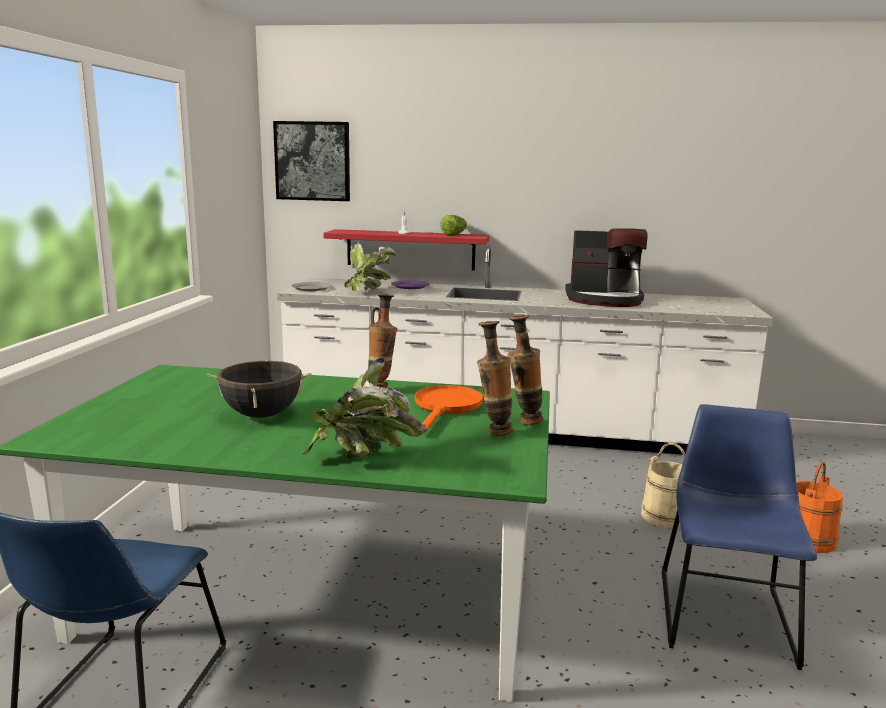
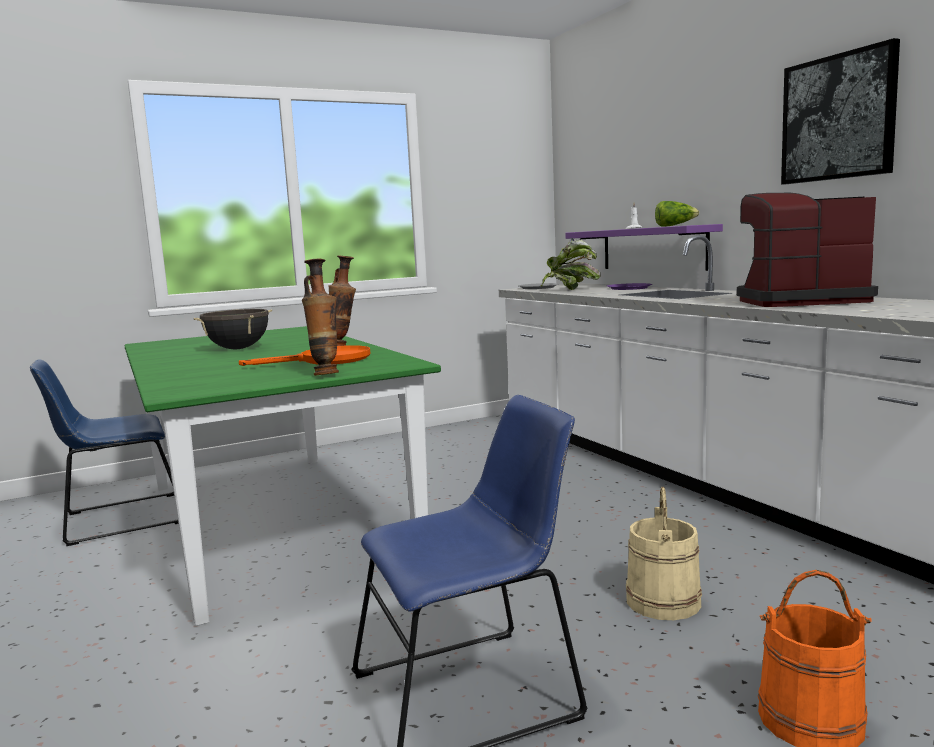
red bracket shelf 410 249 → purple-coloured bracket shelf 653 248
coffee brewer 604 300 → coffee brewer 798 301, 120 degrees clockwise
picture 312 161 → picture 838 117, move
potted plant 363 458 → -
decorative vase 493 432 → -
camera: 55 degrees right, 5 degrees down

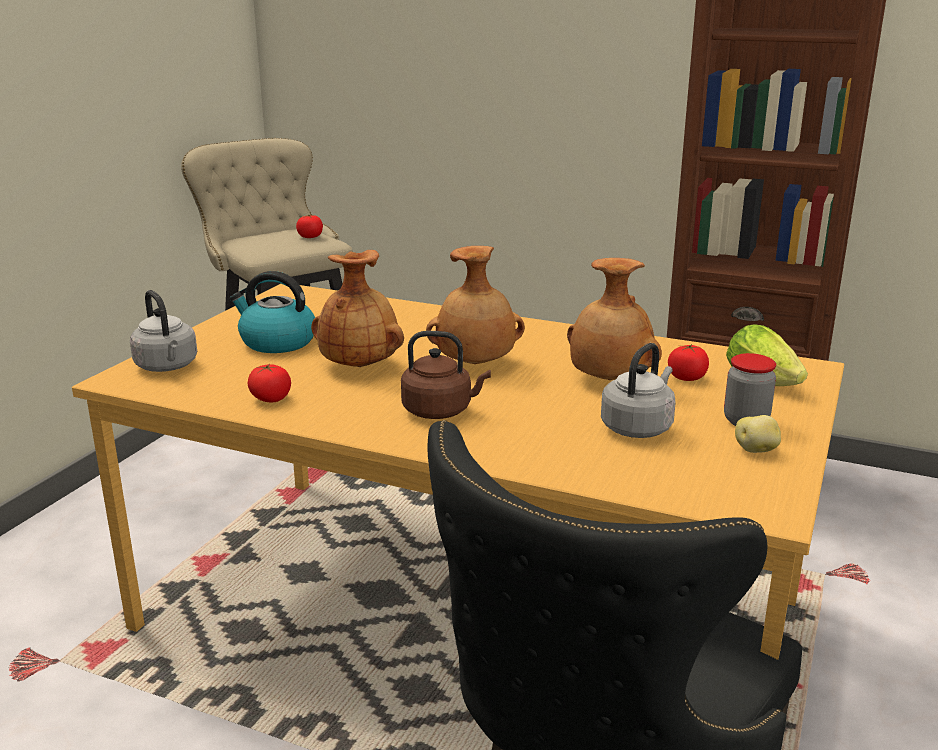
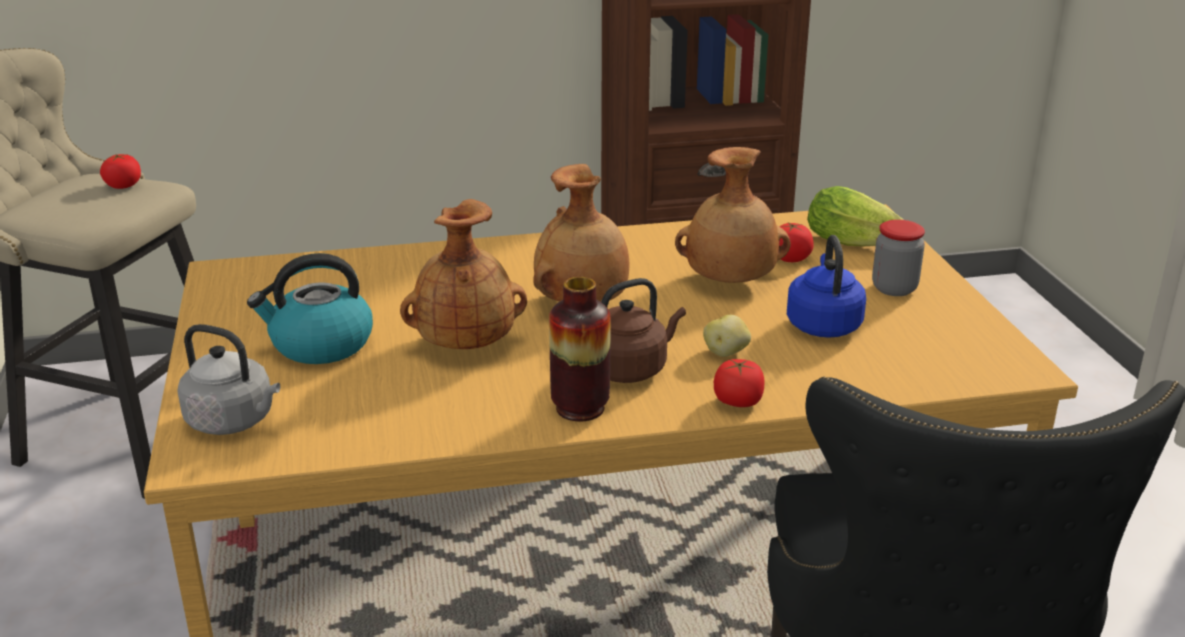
- → decorative vase 580 408
whole potato 756 450 → whole potato 726 352, move
fresh tomato 270 399 → fresh tomato 737 402, move
gray tea kettle 638 427 → blue tea kettle 823 324
camera: 35 degrees left, 5 degrees up

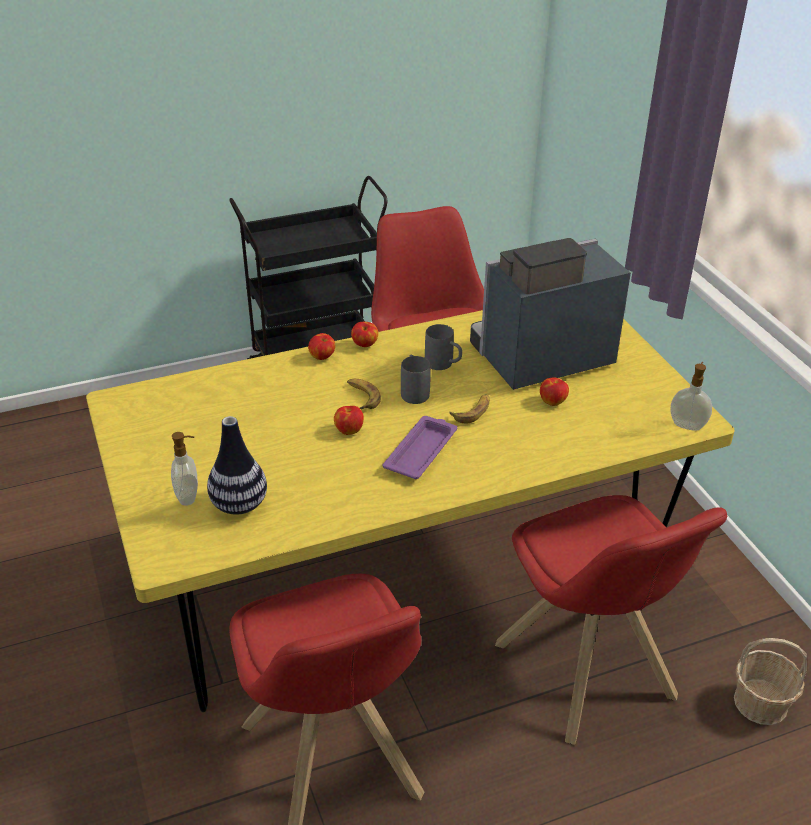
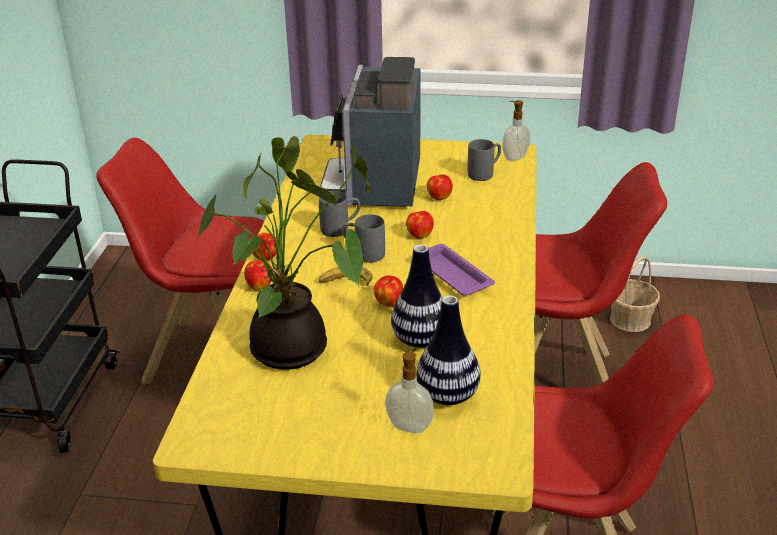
- → potted plant 295 351
- → decorative vase 420 340
banana fruit 472 412 → whole apple 419 235
- → gray tea mug 485 173
camera: 60 degrees left, 5 degrees down

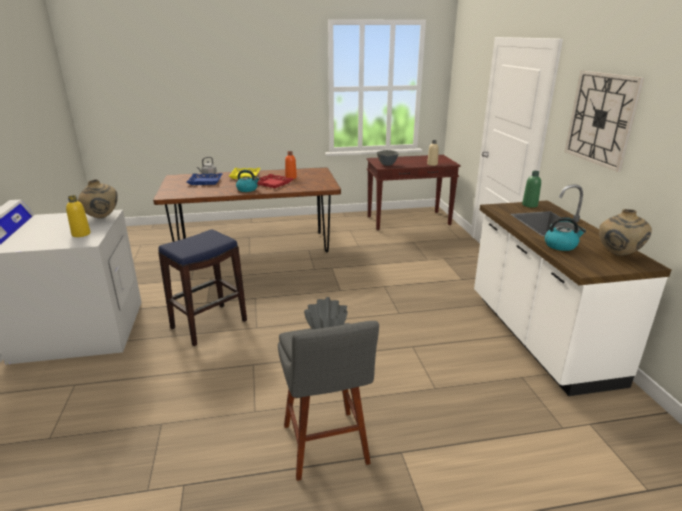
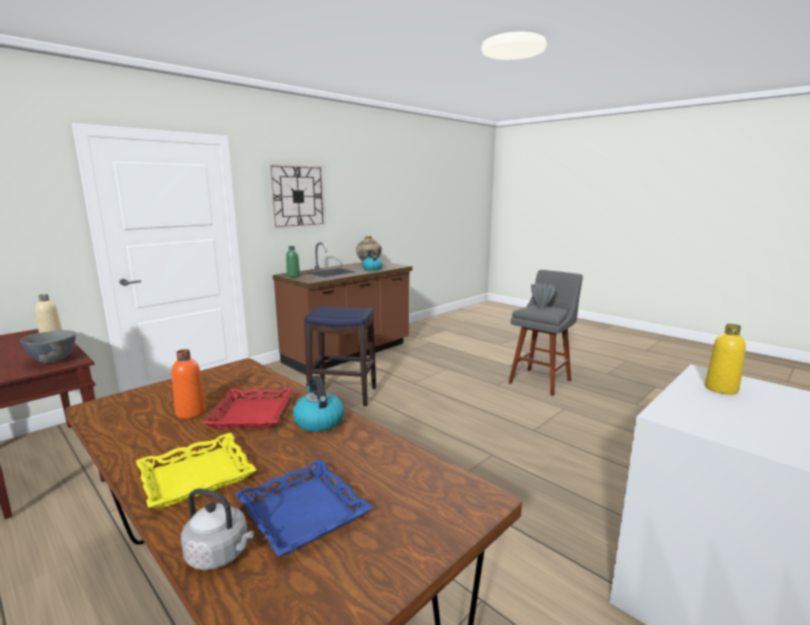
white-coloured counter 538 337 → brownish counter 349 353
stool 209 324 → stool 342 395, move
beige decorative vase 102 218 → -
camera: 125 degrees left, 10 degrees down

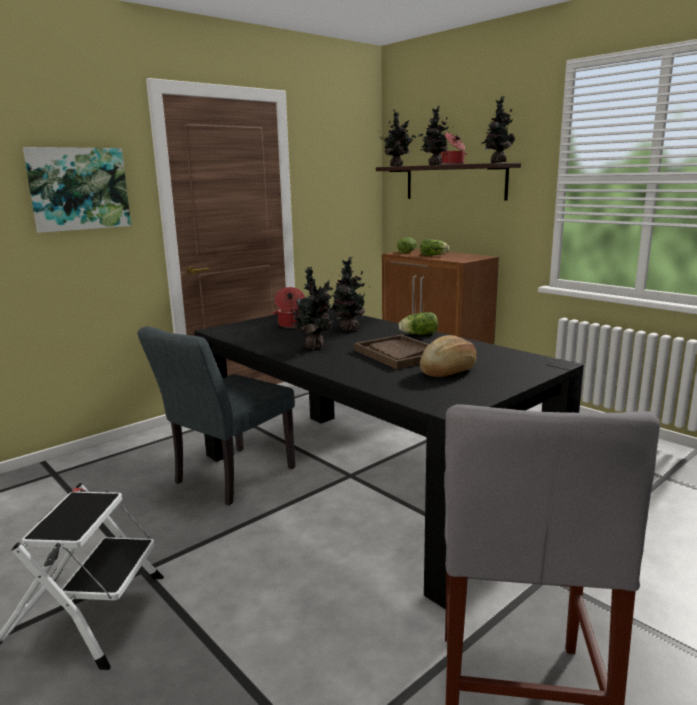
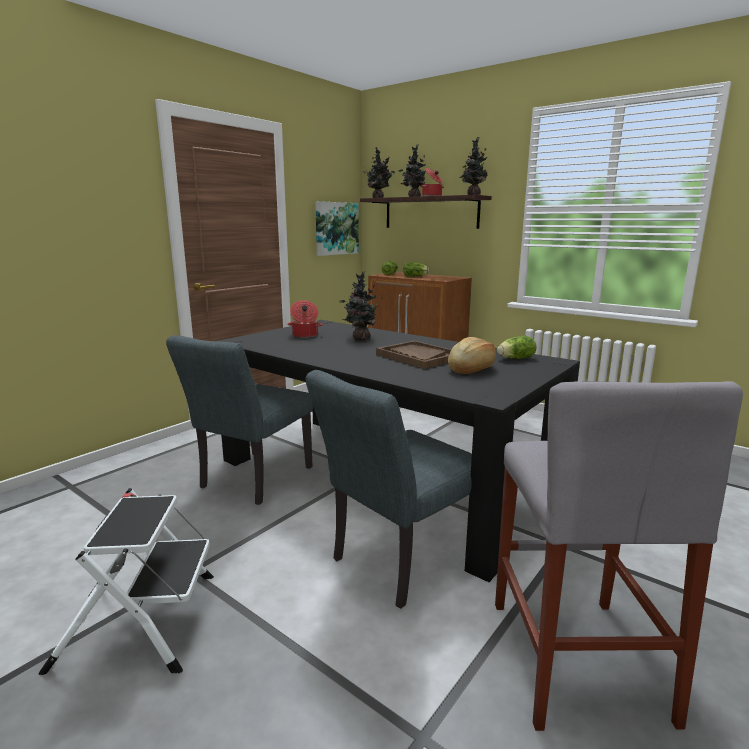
- → gray chair 397 562
picture 79 189 → picture 336 228, move
lettuce head 417 334 → lettuce head 514 358, move
potted plant 314 346 → -
camera: 10 degrees left, 0 degrees up

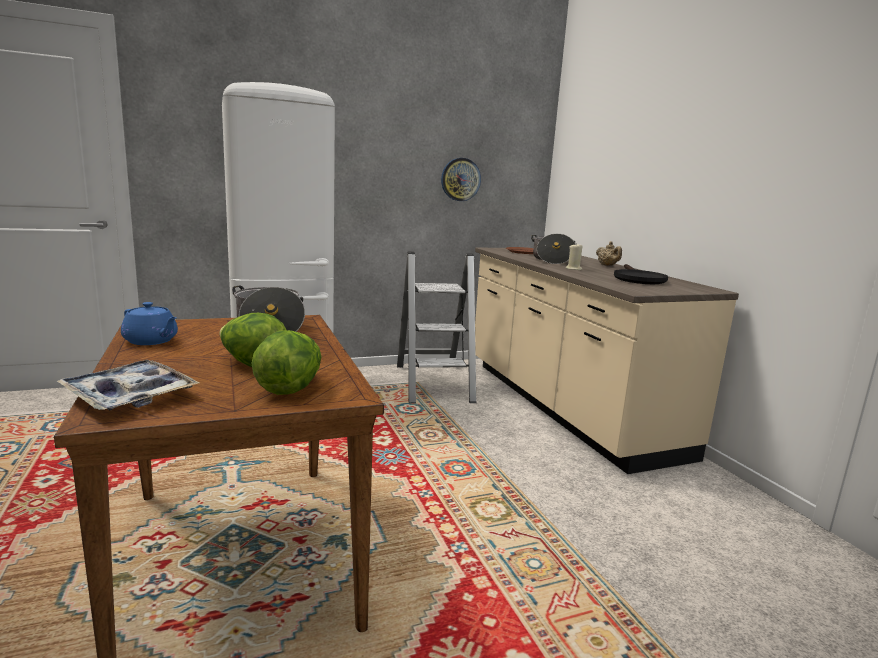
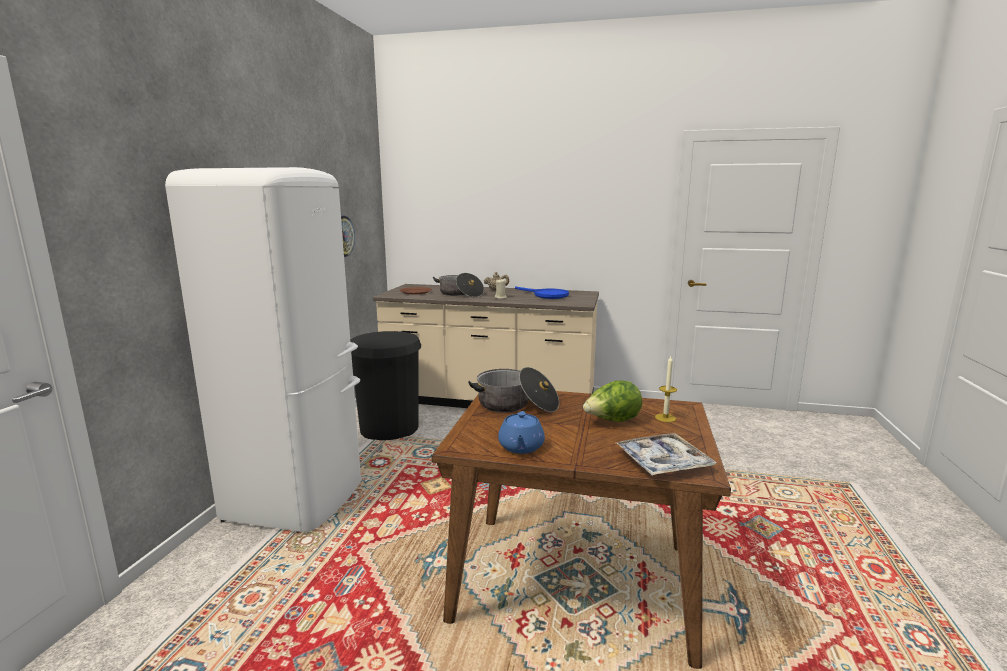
gray stepladder 433 382 → blackish rubbish bin 389 428
blue tea pot 151 341 → blue tea pot 521 447, 120 degrees clockwise
blackish skillet 637 279 → blue skillet 546 295
lettuce head 290 387 → wax candle 665 418
camera: 55 degrees left, 0 degrees up

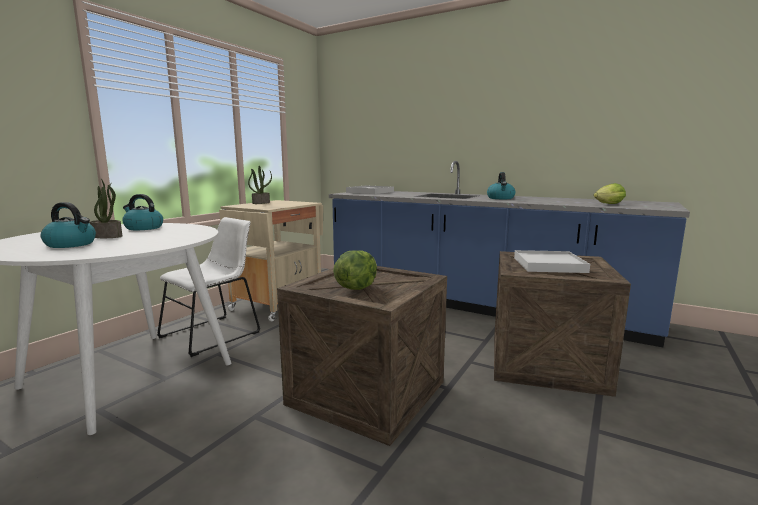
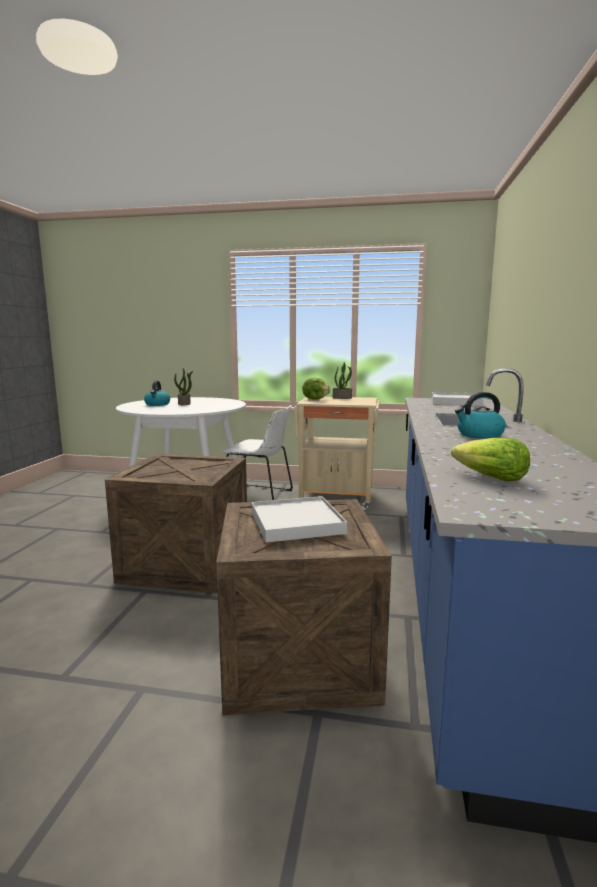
lettuce head 356 288 → lettuce head 315 399, move
tea kettle 143 228 → -
camera: 70 degrees right, 0 degrees up

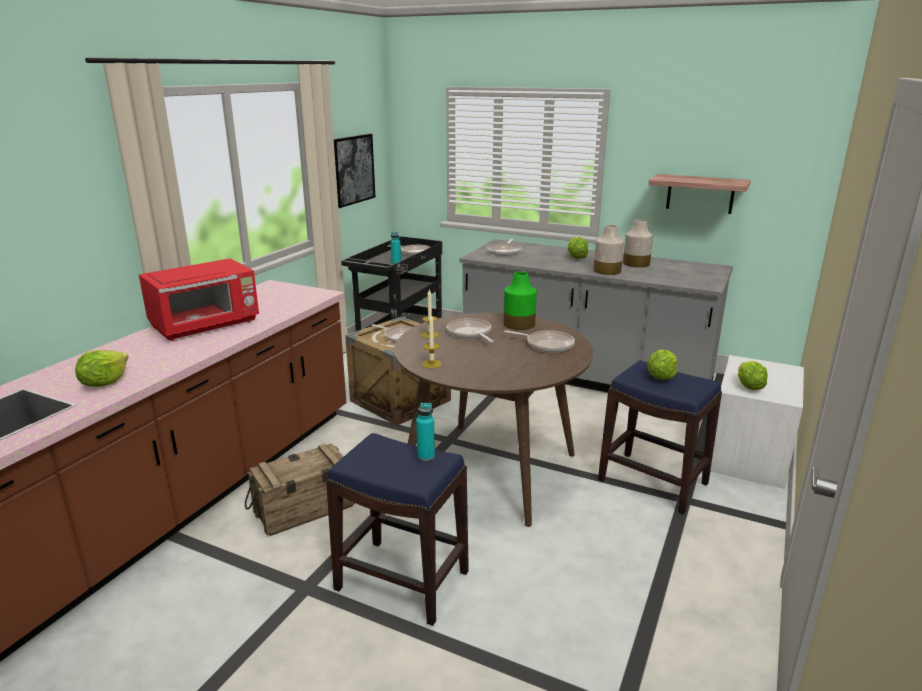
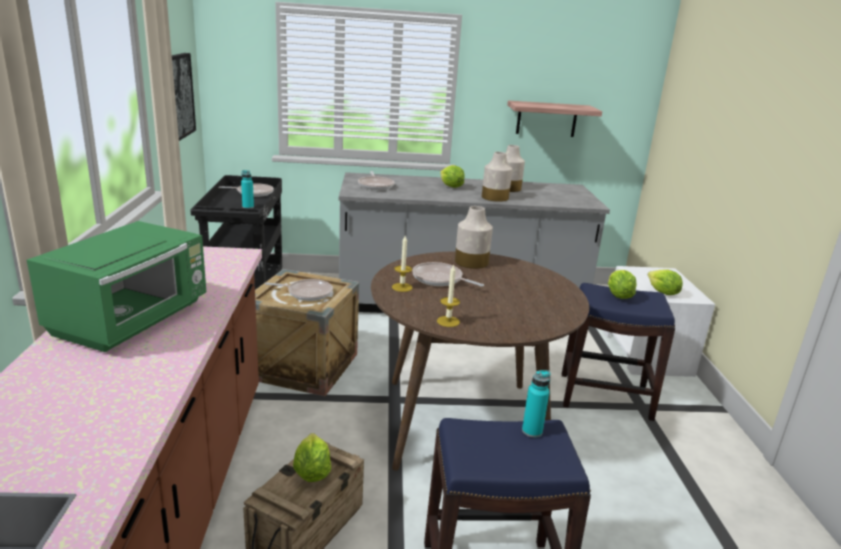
red kitchen microwave 206 325 → greenish kitchen microwave 133 320
lettuce head 104 383 → lettuce head 312 472, move
greenish decorative vase 519 324 → beige decorative vase 472 262
skillet 547 345 → -
camera: 30 degrees left, 0 degrees up

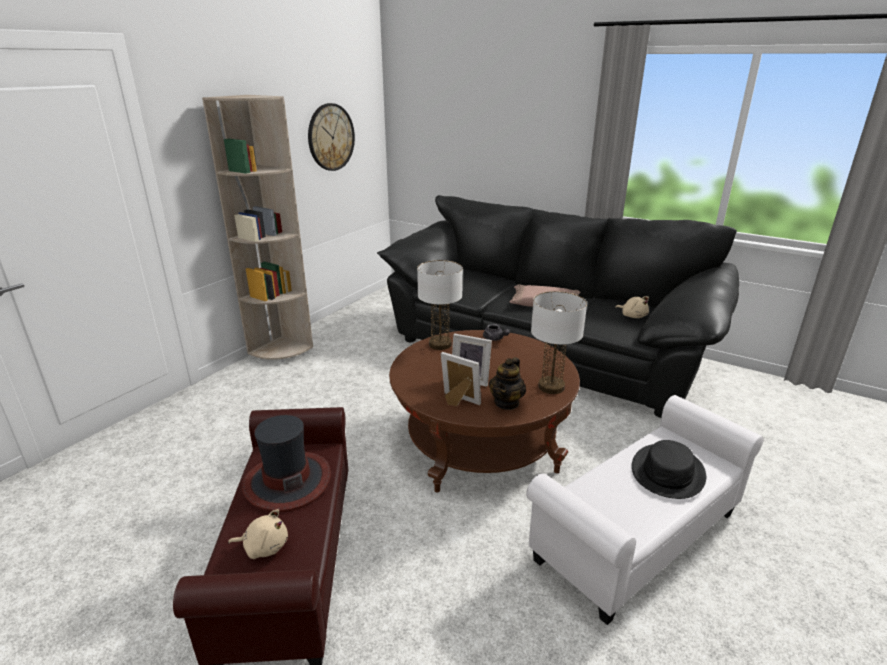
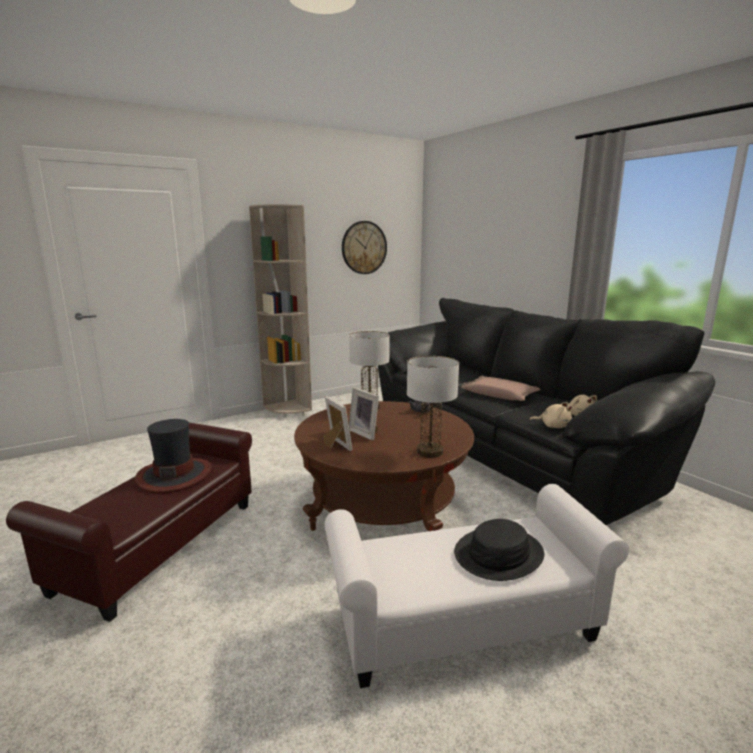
beige plush toy 264 546 → beige plush toy 553 426, move
tea pot 507 402 → -
camera: 25 degrees right, 10 degrees down

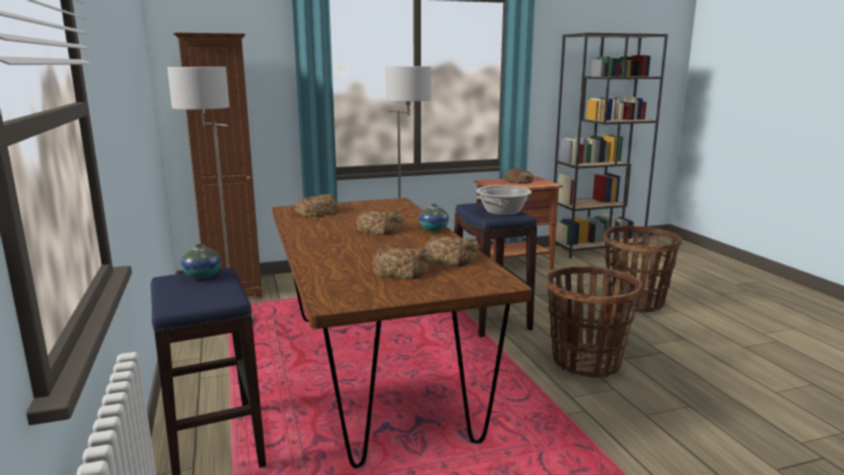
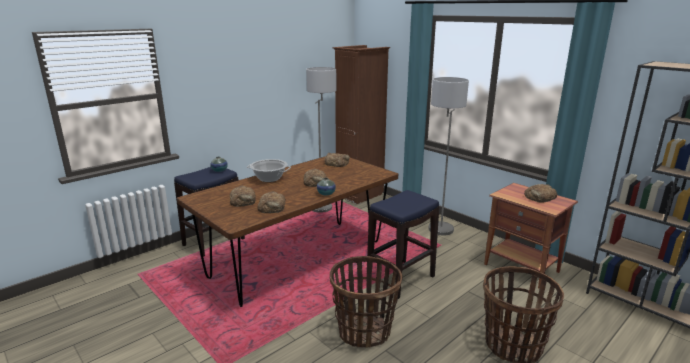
stockpot 502 212 → stockpot 269 178, move
camera: 65 degrees right, 5 degrees up

